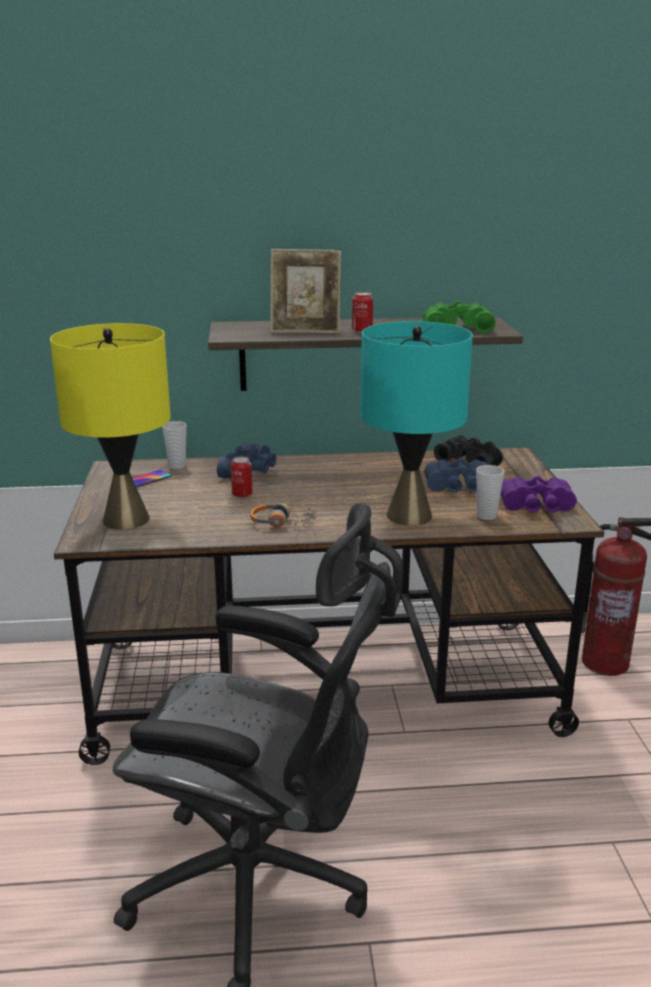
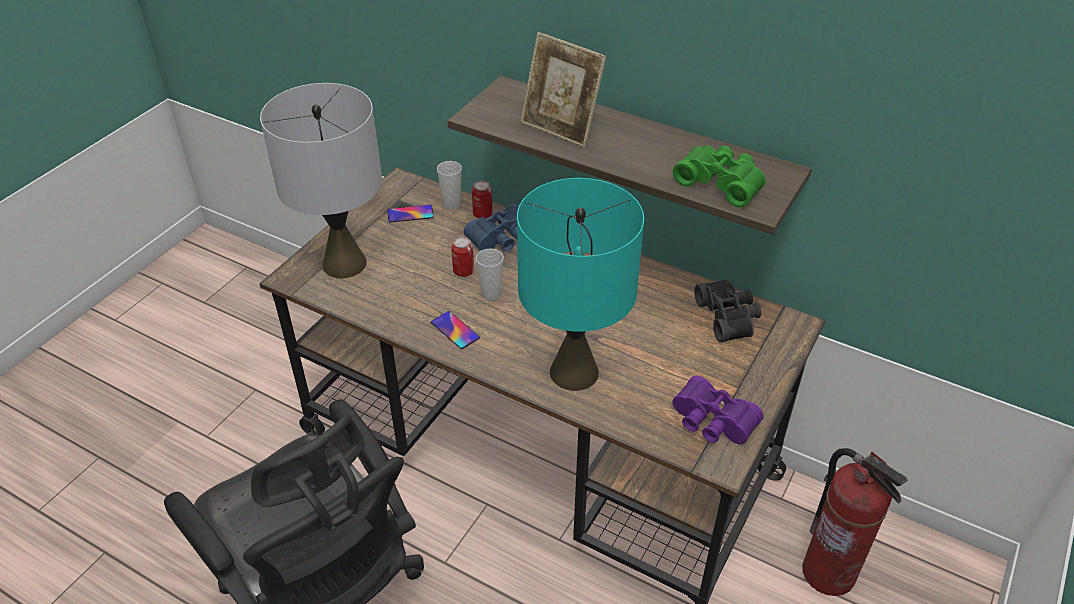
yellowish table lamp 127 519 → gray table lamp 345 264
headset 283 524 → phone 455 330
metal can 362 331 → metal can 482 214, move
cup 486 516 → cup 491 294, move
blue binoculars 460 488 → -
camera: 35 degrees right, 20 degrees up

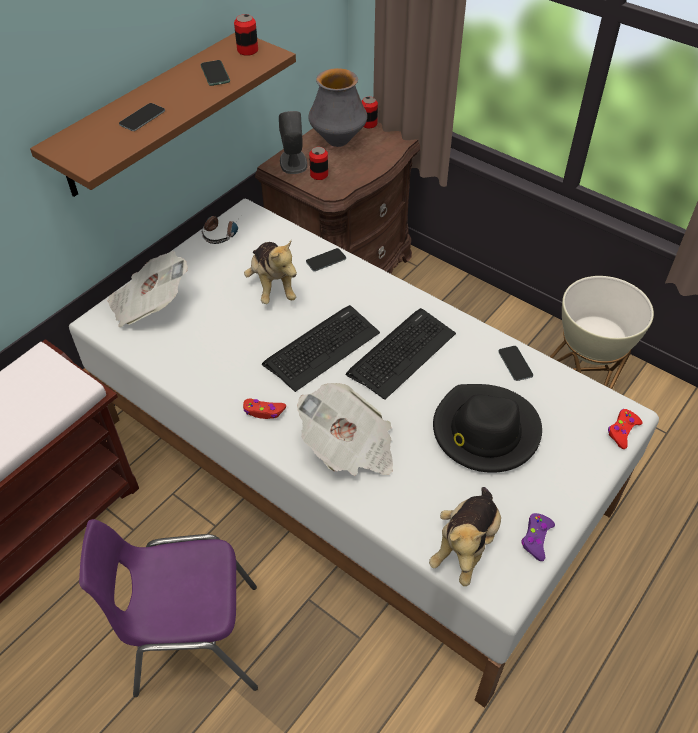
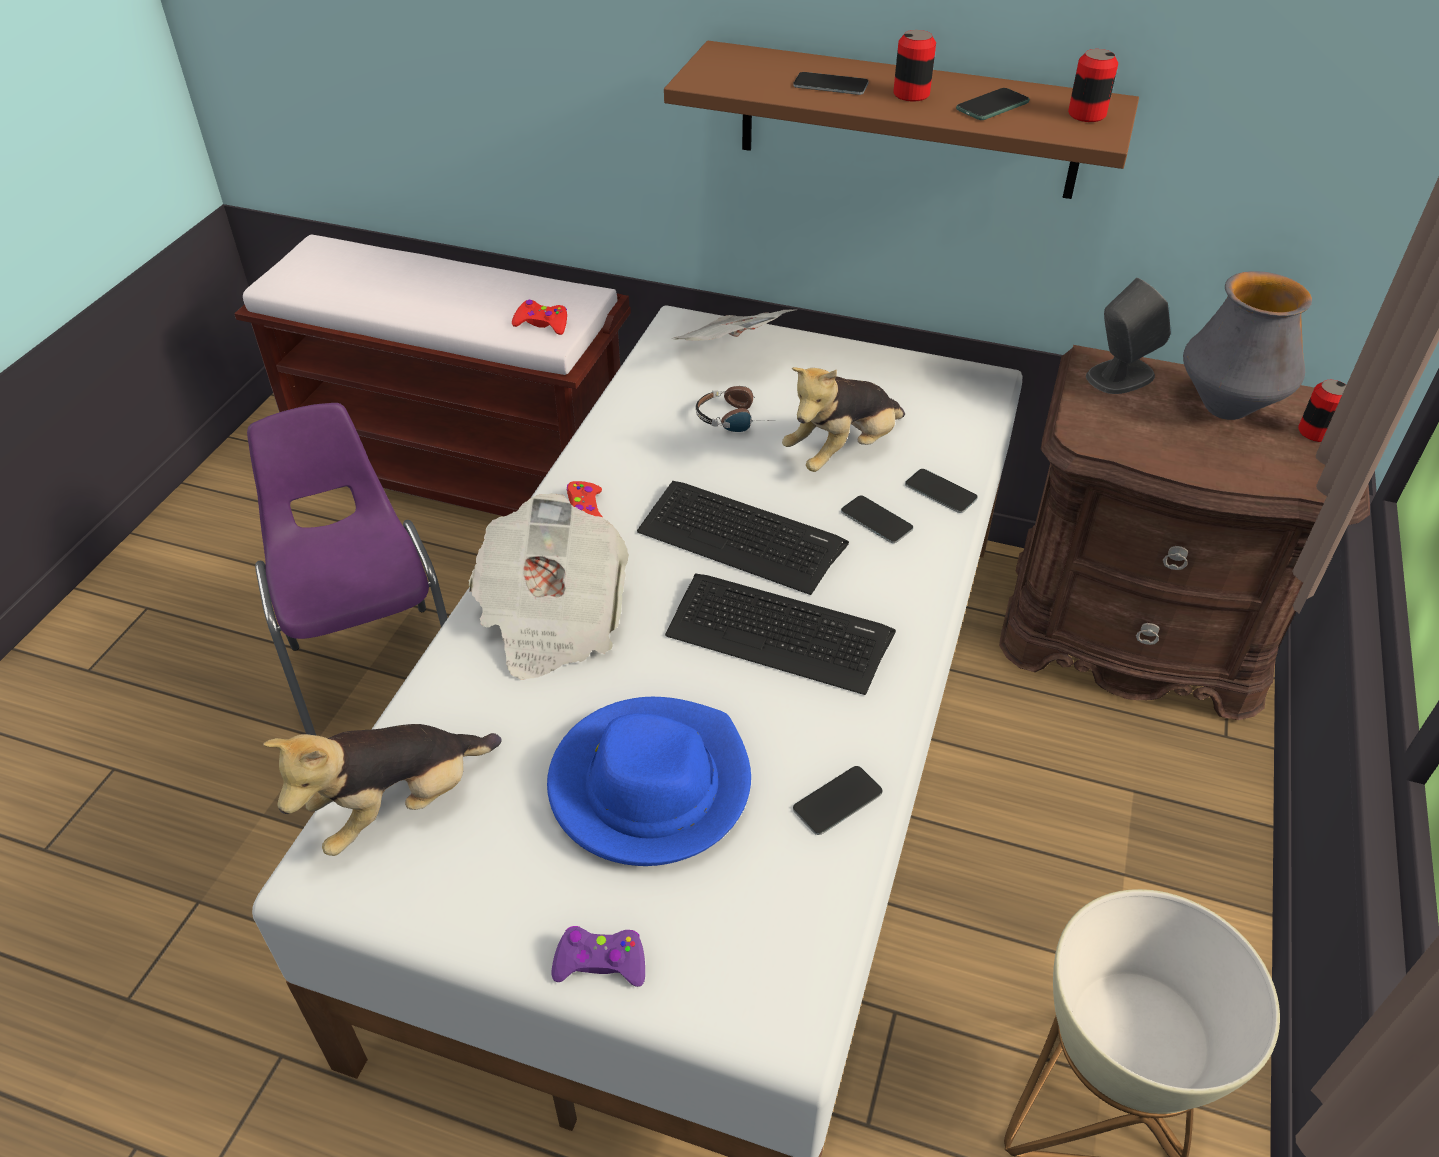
plush toy 465 545 → plush toy 400 806, 45 degrees counterclockwise
red joypad 622 431 → red joypad 542 324, move
blackish hat 484 431 → blue hat 650 785
purple-coloured joypad 536 538 → purple-coloured joypad 600 962, move
headset 222 232 → headset 738 418, move
- → phone 876 520
metal can 319 175 → metal can 911 94, move
camera: 70 degrees right, 5 degrees down

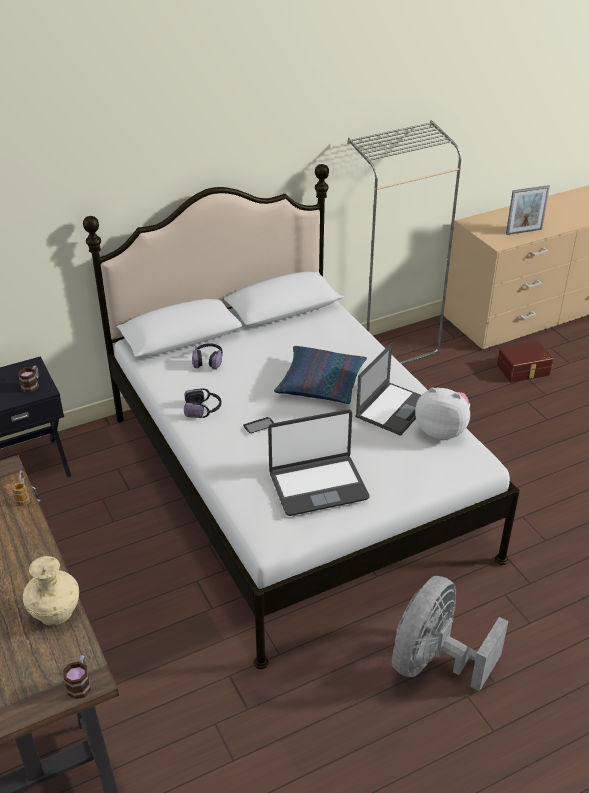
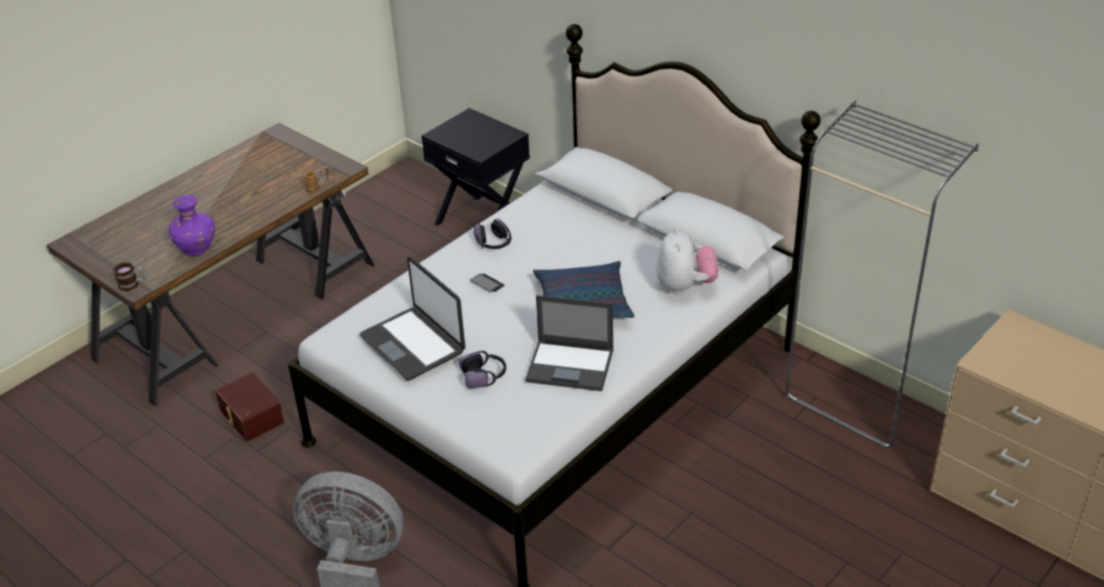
beige decorative vase 55 614 → purple-coloured decorative vase 196 249
brownish storage bin 524 370 → brownish storage bin 250 417, move
headset 208 361 → headset 484 376, move
plush toy 441 430 → plush toy 685 286, move
tea mug 32 385 → -
standing frame 524 231 → -
camera: 70 degrees right, 0 degrees up

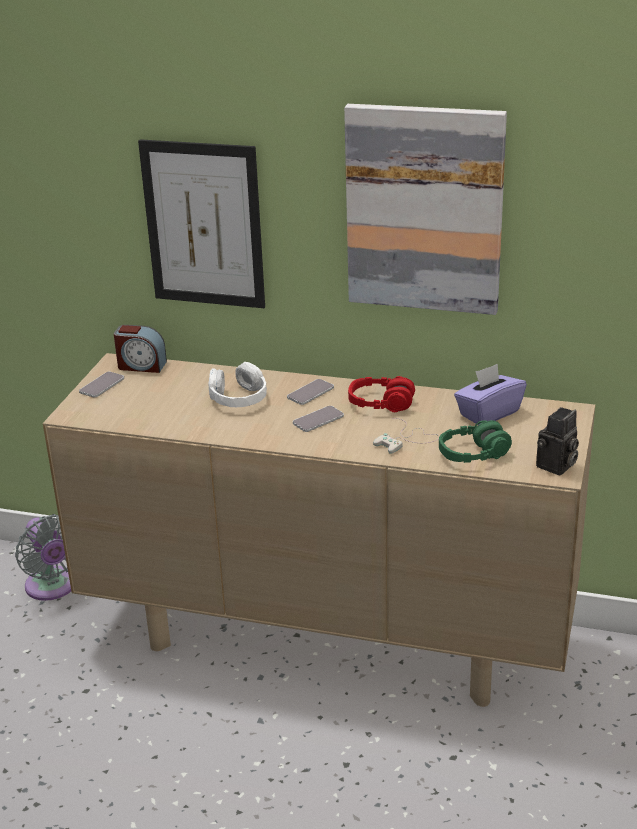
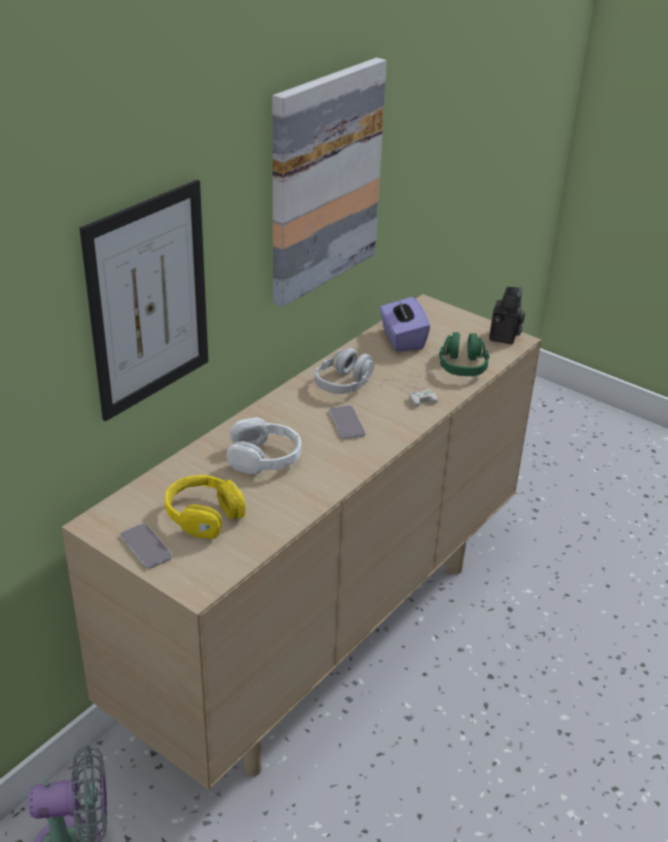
- → yellowish headset 203 515
red headset 381 404 → gray headset 344 383
still camera 556 467 → still camera 504 338, 45 degrees clockwise
table clock 141 365 → -
phone 310 393 → -
camera: 70 degrees left, 5 degrees up

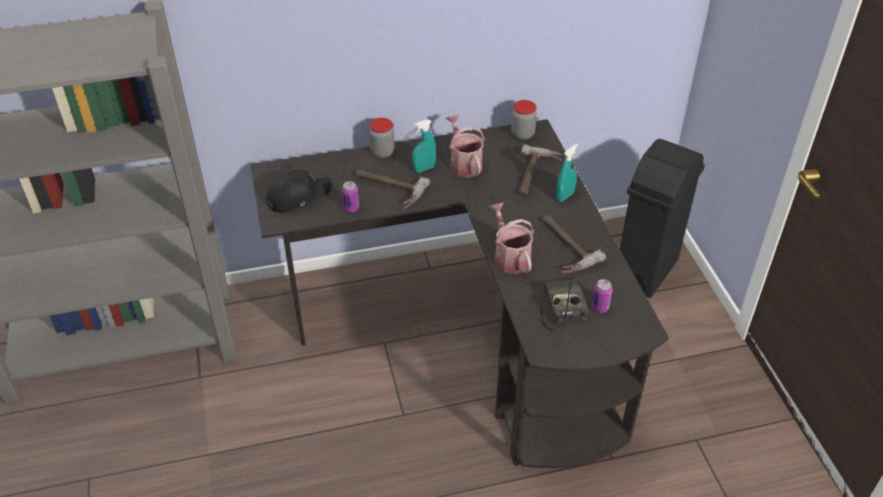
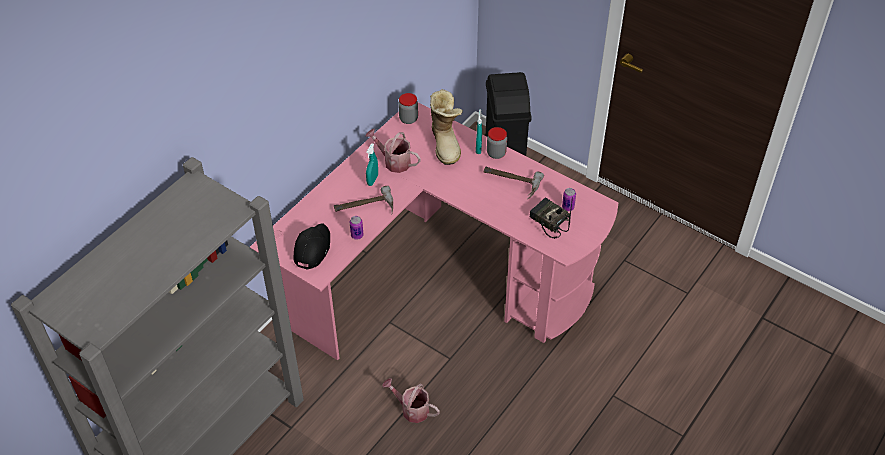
blackish desk 470 330 → pink-coloured desk 436 278
watering can 510 256 → watering can 411 409, move
hand hammer 536 174 → tall boot 446 143
storage jar 382 152 → storage jar 496 153, move
camera: 40 degrees left, 5 degrees up

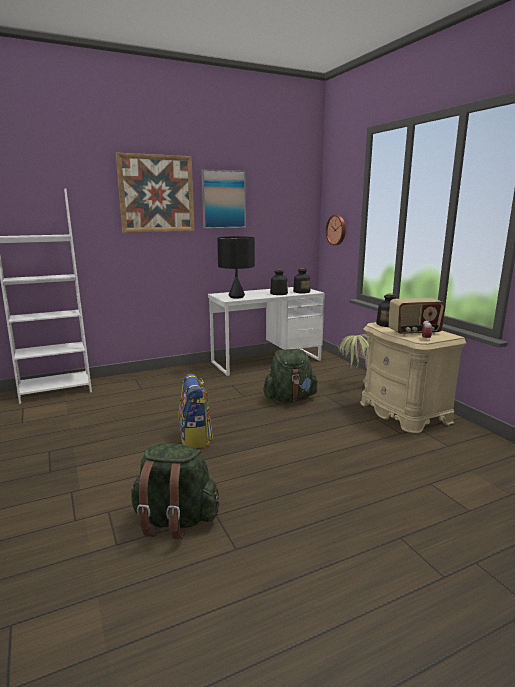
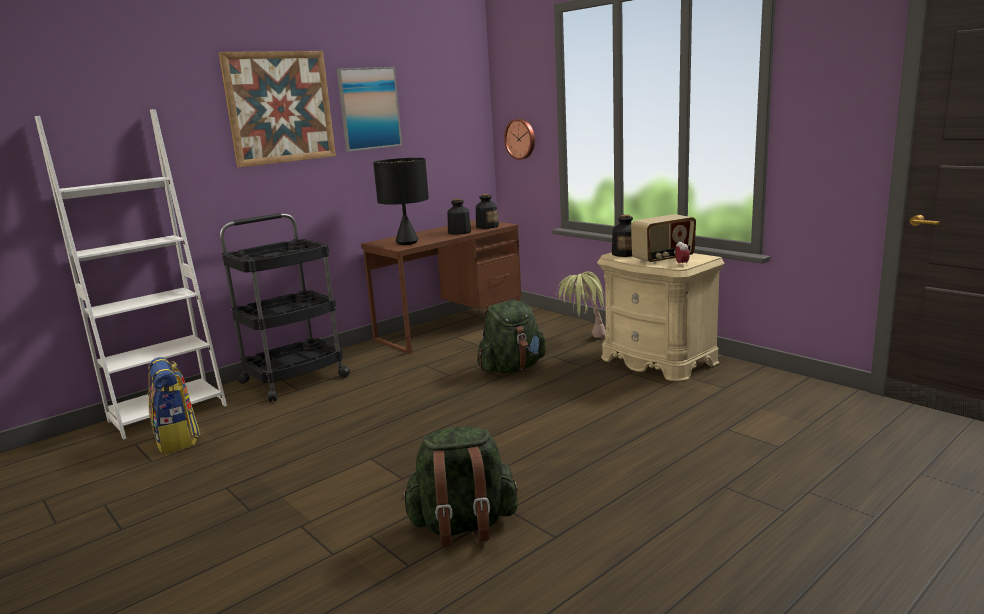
rucksack 195 438 → rucksack 177 440, move
- → blackish wheeled cart 294 380
white-coloured desk 266 361 → brownish desk 450 327
camera: 15 degrees left, 0 degrees up

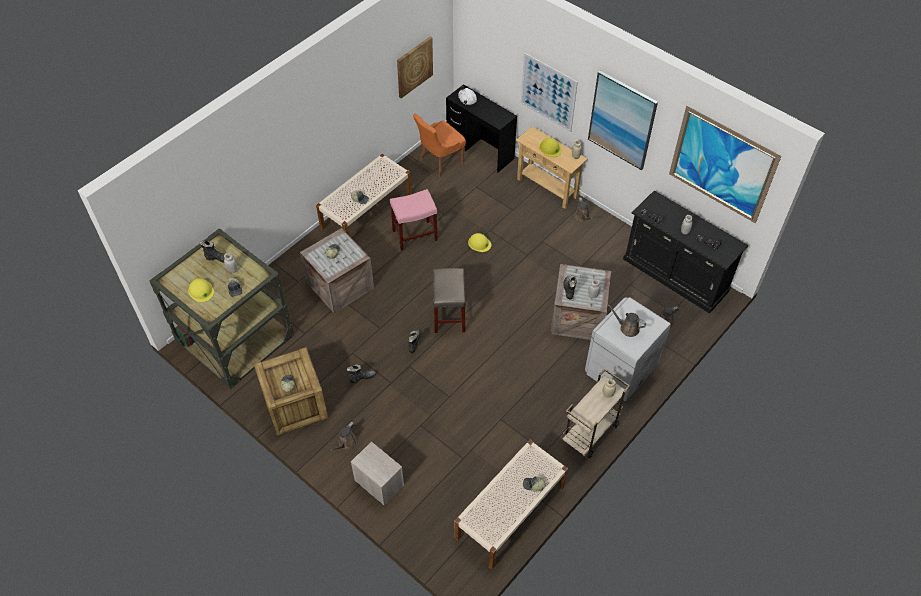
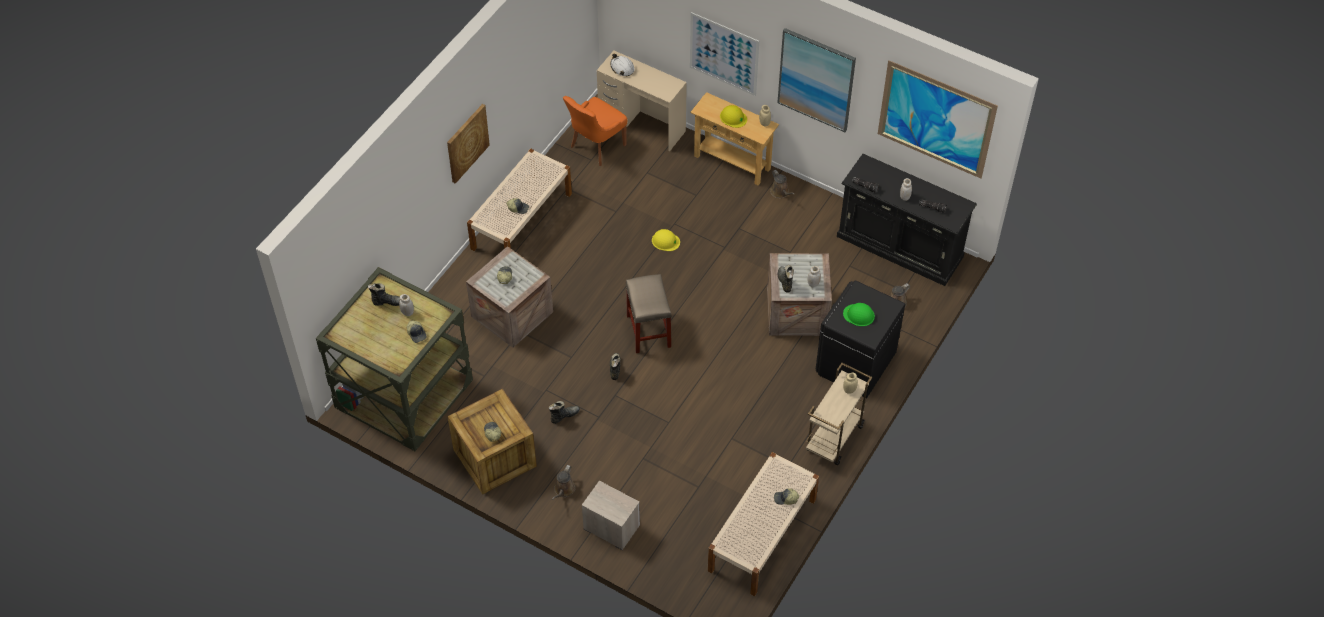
picture 414 67 → picture 467 143, move
blackish desk 480 149 → beige desk 642 125
white-coloured laundry appliance 619 368 → blackish laundry appliance 854 362
brownish watering can 627 328 → greenish hard hat 859 315
yellowish hard hat 201 291 → -
pink-coloured stool 415 235 → -
camera: 10 degrees left, 0 degrees up

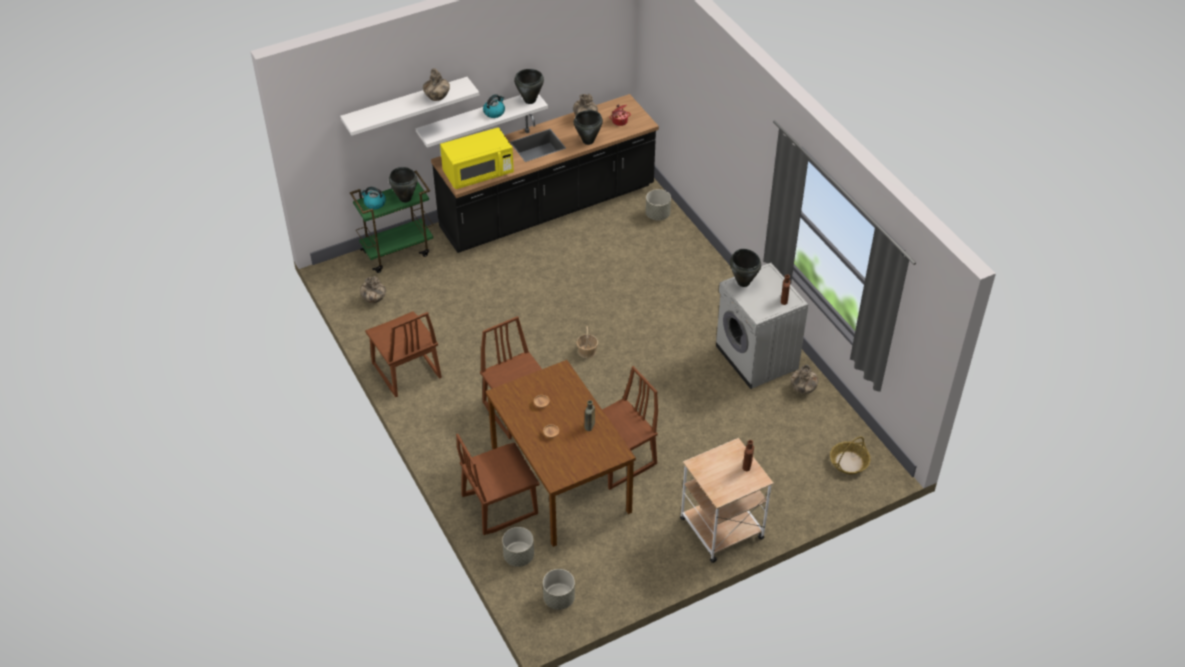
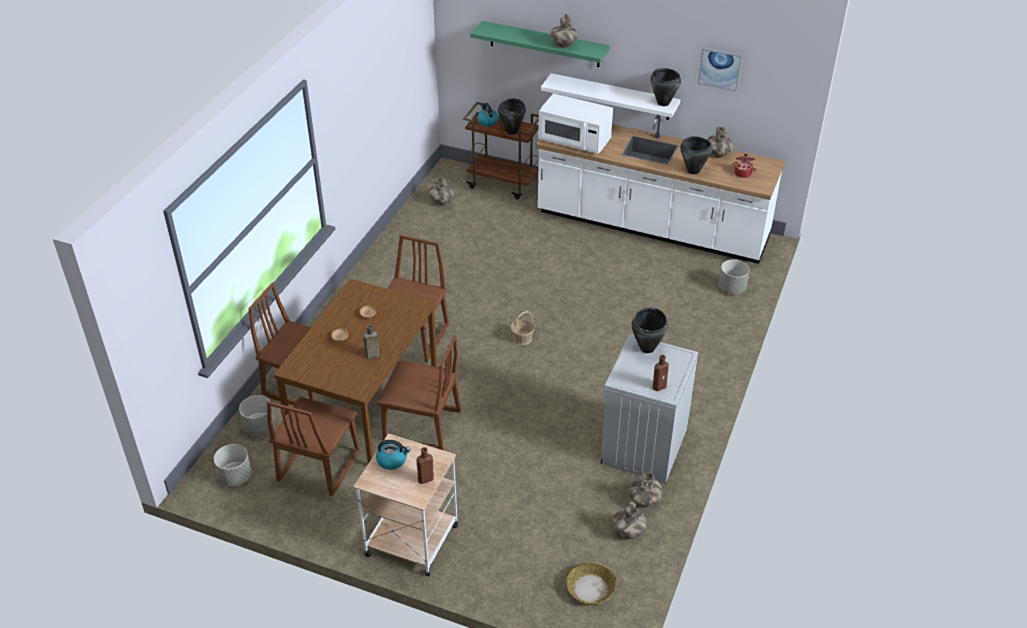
brownish chair 406 371 → brownish chair 318 465, move
tea kettle 494 112 → tea kettle 392 460, move
greenish wheeled cart 398 253 → brownish wheeled cart 503 185
white-coloured bracket shelf 405 106 → greenish bracket shelf 544 44
blackish counter 548 209 → white-coloured counter 652 227
yellowish kitchen microwave 478 173 → white-coloured kitchen microwave 574 141
- → decorative vase 628 532
- → picture 719 69
camera: 50 degrees right, 5 degrees down

